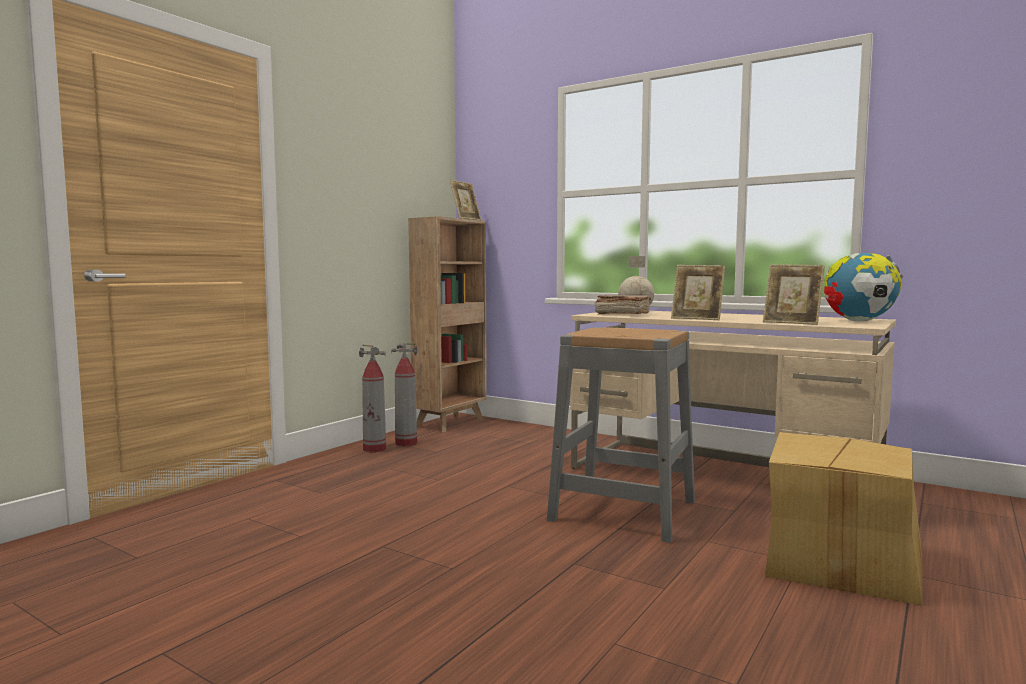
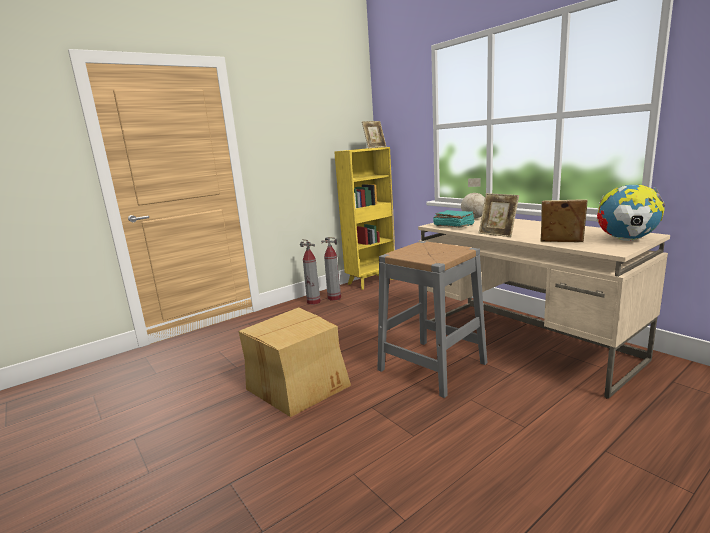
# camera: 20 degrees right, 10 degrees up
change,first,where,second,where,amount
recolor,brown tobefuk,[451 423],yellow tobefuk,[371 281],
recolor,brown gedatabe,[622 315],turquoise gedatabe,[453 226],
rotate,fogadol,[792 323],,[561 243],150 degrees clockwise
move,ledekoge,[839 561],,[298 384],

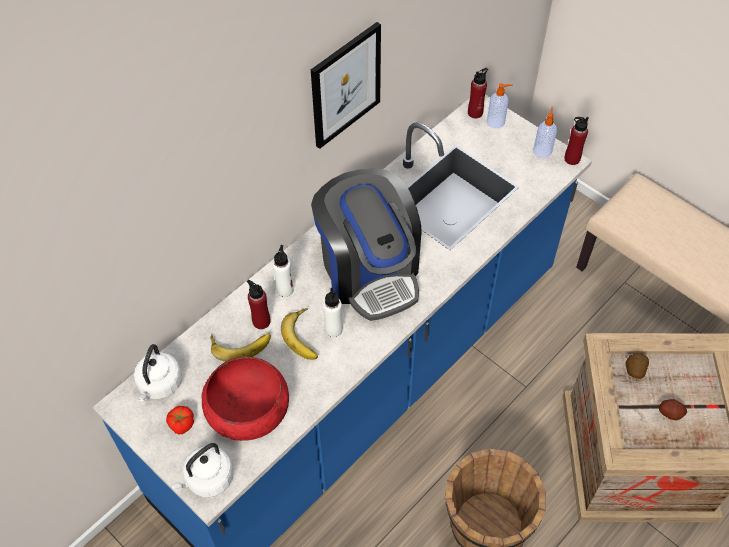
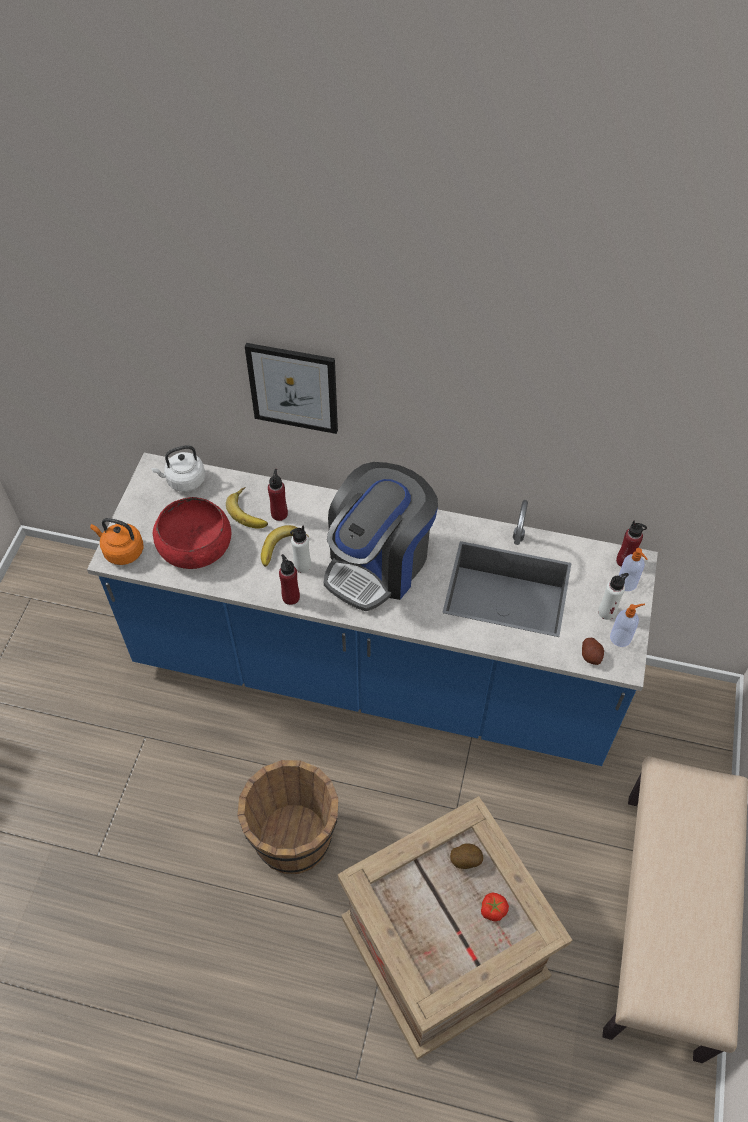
# camera: 60 degrees right, 0 degrees up
change,first,where,second,where,amount
move,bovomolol,[181 424],,[493 909],
recolor,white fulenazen,[207 479],orange fulenazen,[122 551],
move,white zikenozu,[285 289],,[607 612],
move,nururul,[345 85],,[293 388],
move,red zikenozu,[572 159],,[291 597],
move,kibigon,[670 413],,[591 656],

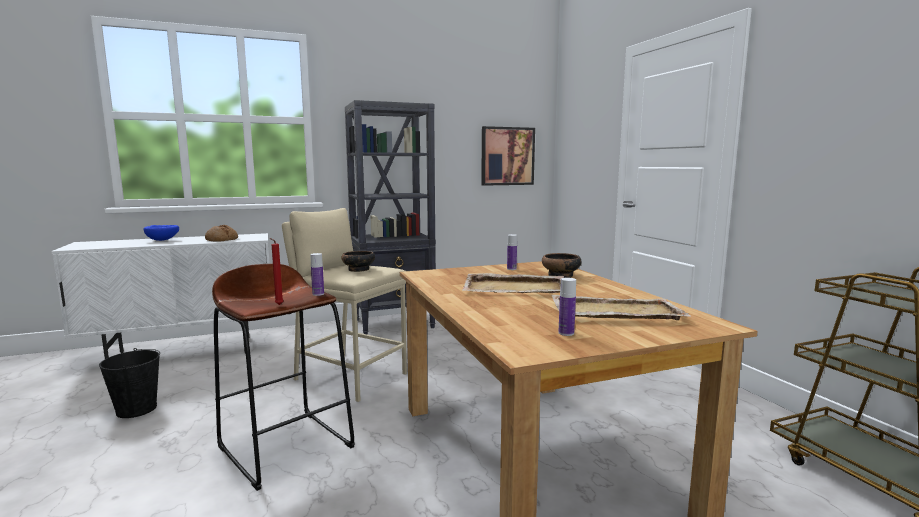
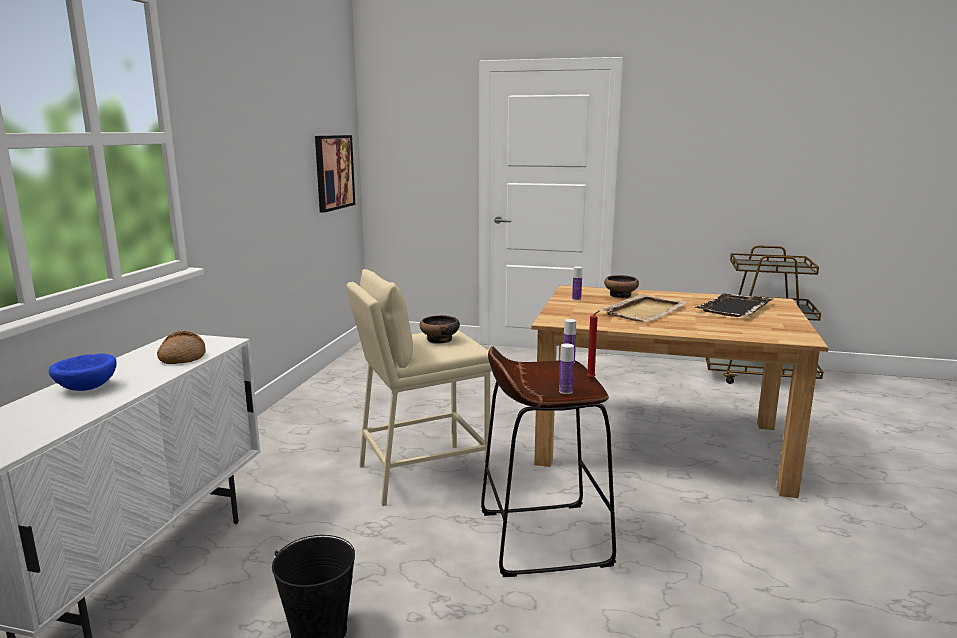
# camera: 55 degrees left, 5 degrees up
change,first,where,second,where,amount
delete,black tobefuk,[394 323],,,
recolor,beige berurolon,[614 311],black berurolon,[734 308],
move,zikenozu,[566 333],,[565 391],

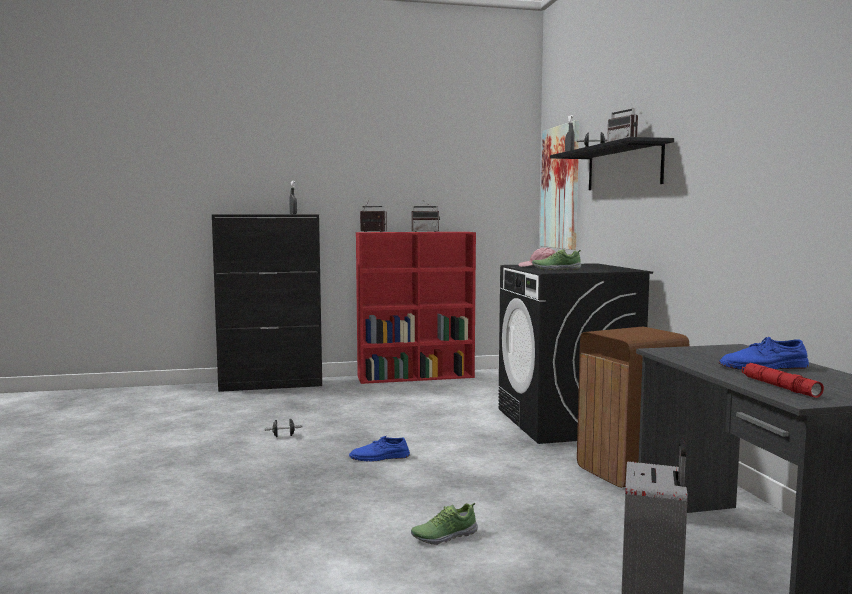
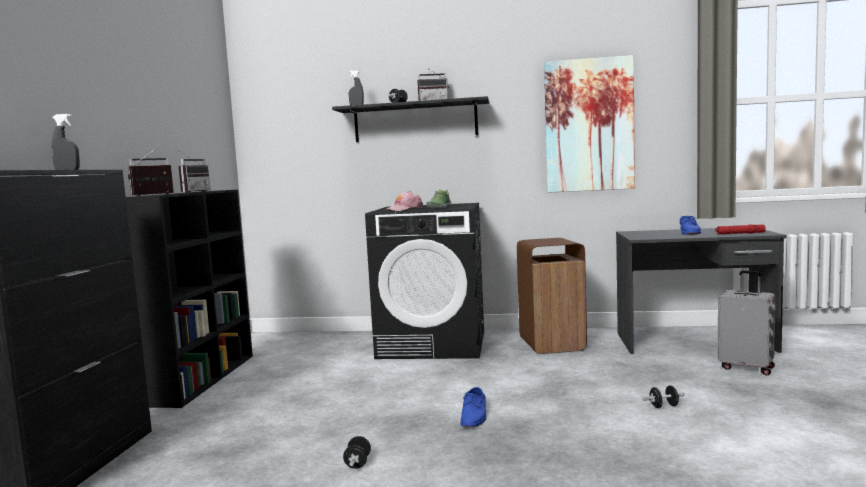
# camera: 70 degrees left, 0 degrees up
change,first,where,second,where,amount
recolor,red tobefuk,[417 377],black tobefuk,[204 378],
replace,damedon,[444 535],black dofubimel,[664 406],
move,nururul,[560 187],,[589 125],

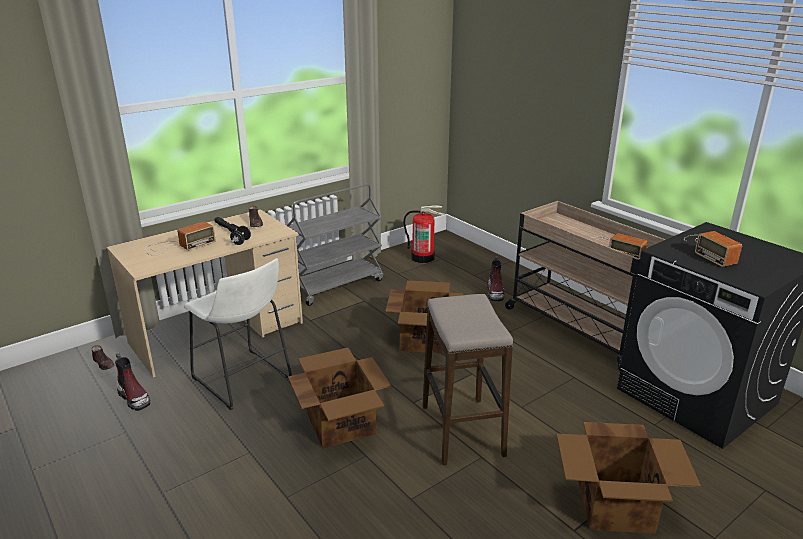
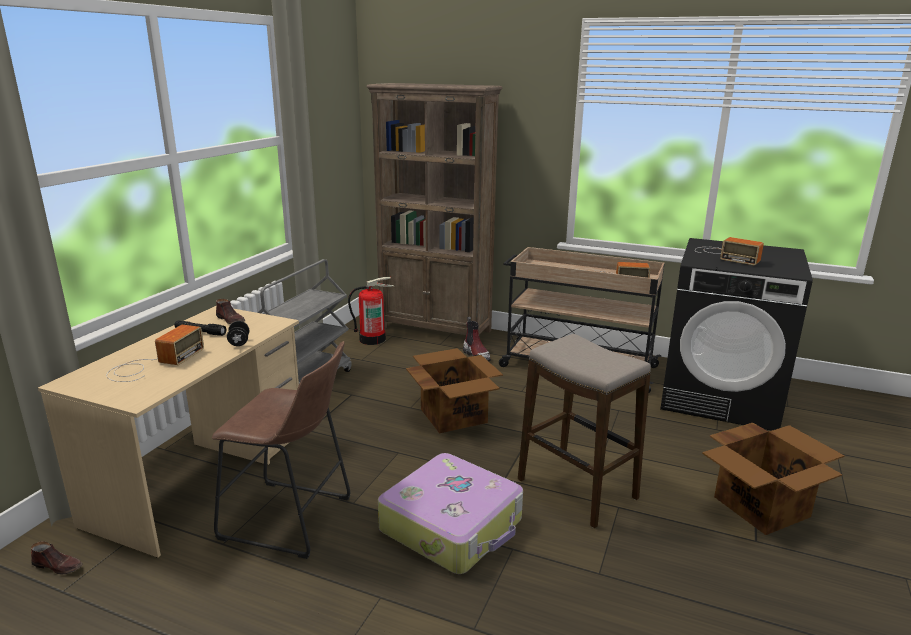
# camera: 30 degrees left, 5 degrees down
change,first,where,second,where,amount
delete,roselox,[134 398],,,
recolor,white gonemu,[244 381],brown gonemu,[292 520],
replace,ledekoge,[341 423],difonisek,[453 525],
insert,,,brown tobefuk,[435 329],

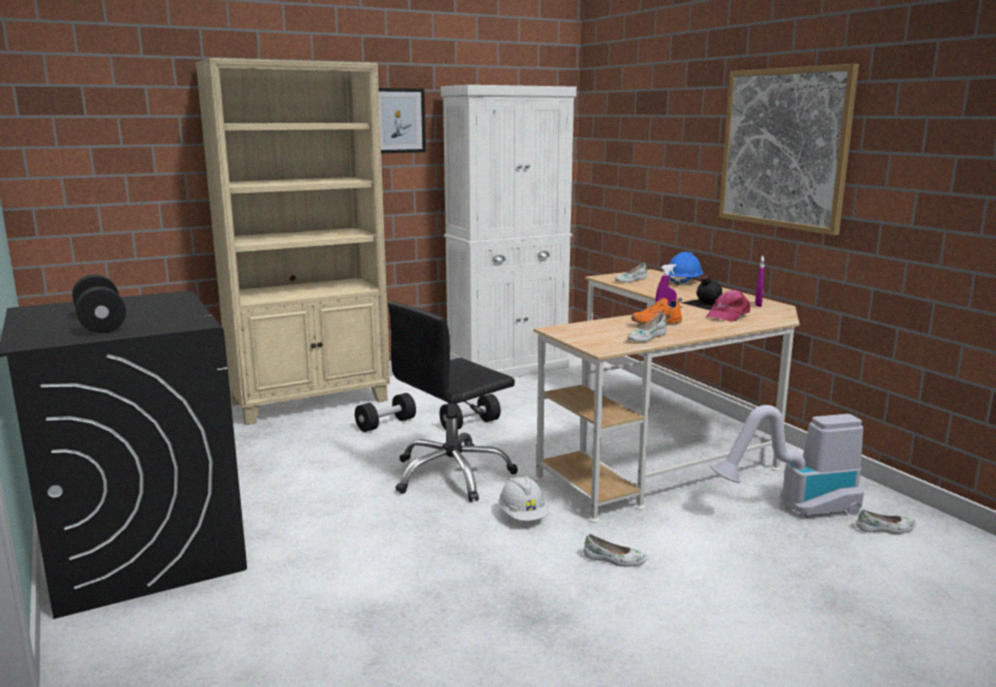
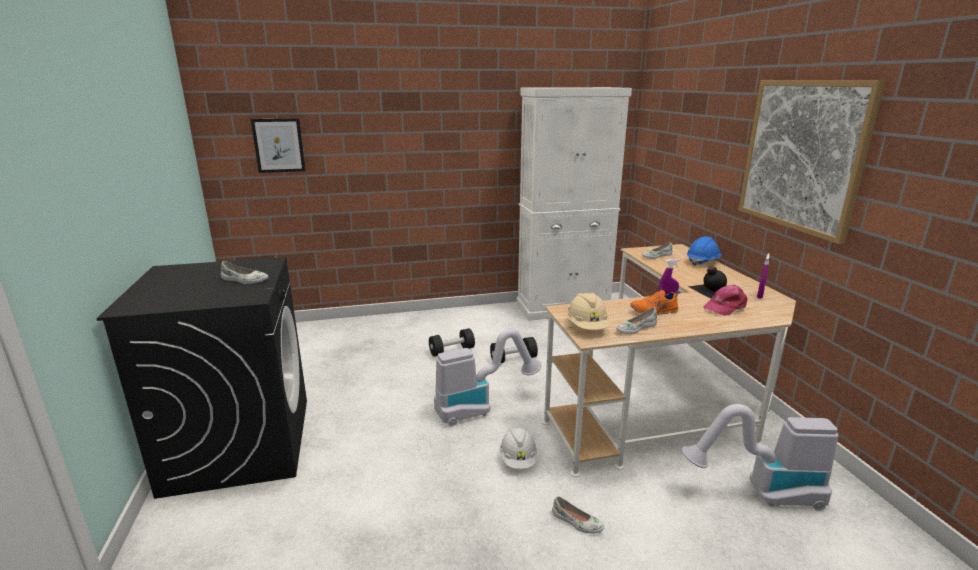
# camera: 15 degrees right, 5 degrees up
change,first,where,second,where,amount
delete,black dofubimel,[101 323],,,
delete,beige tobefuk,[311 402],,,
move,nururul,[399 120],,[279 145],
replace,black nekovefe,[452 475],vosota,[480 407],
move,white damedon,[886 529],,[244 280],
insert,,,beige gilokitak,[587 327],

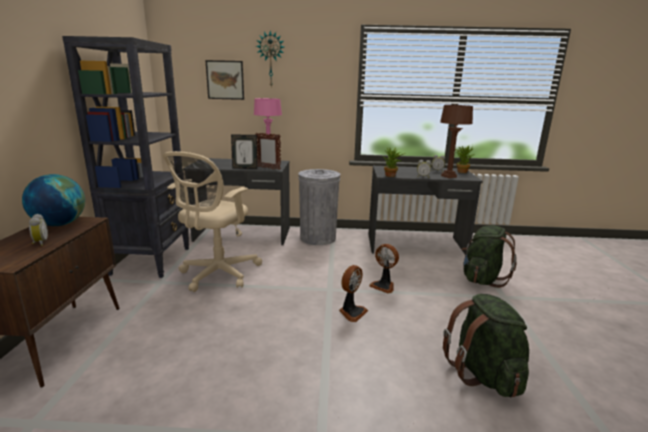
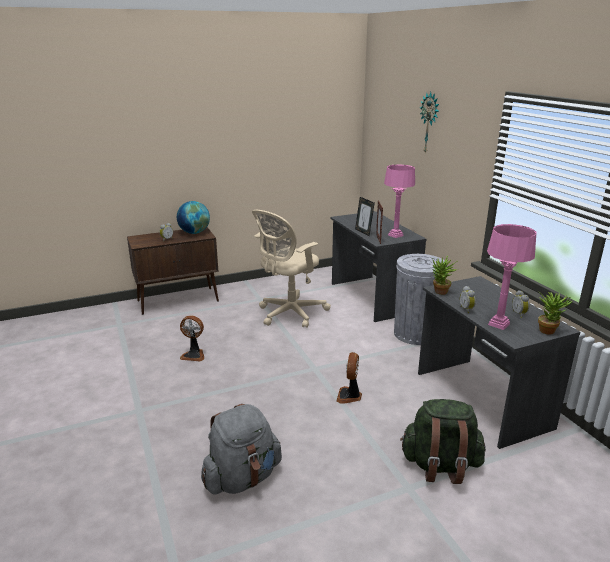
# camera: 65 degrees right, 5 degrees up
change,first,where,second,where,amount
delete,black tobefuk,[152 260],,,
rotate,beige nekovefe,[217 275],,[289 314],45 degrees counterclockwise
delete,nururul,[225 80],,,
move,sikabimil,[351 312],,[194 355],
recolor,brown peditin,[449 176],pink peditin,[498 324],
recolor,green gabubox,[484 373],grey gabubox,[242 478],

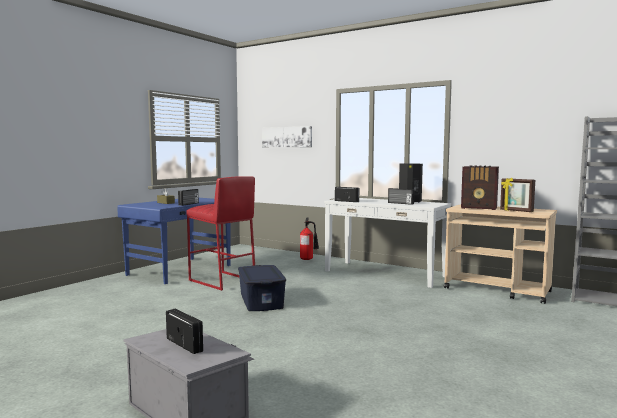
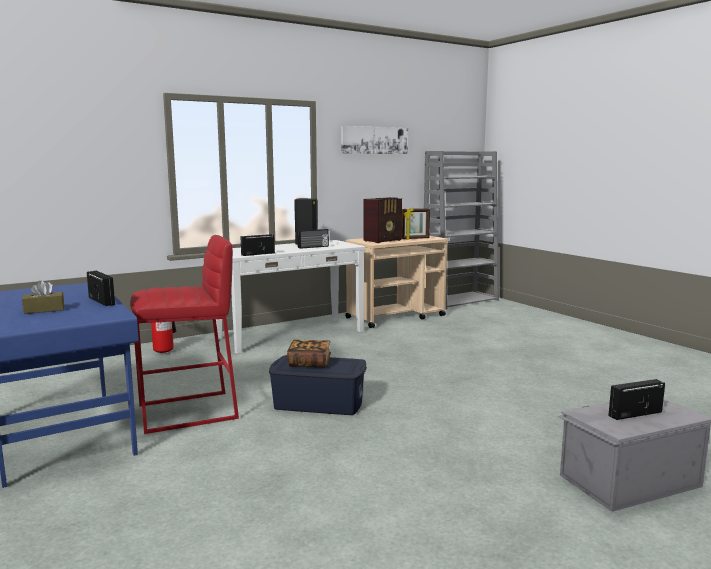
# camera: 65 degrees left, 5 degrees up
change,first,where,second,where,amount
move,nururul,[287 137],,[374 140],
insert,,,gedatabe,[309 363],

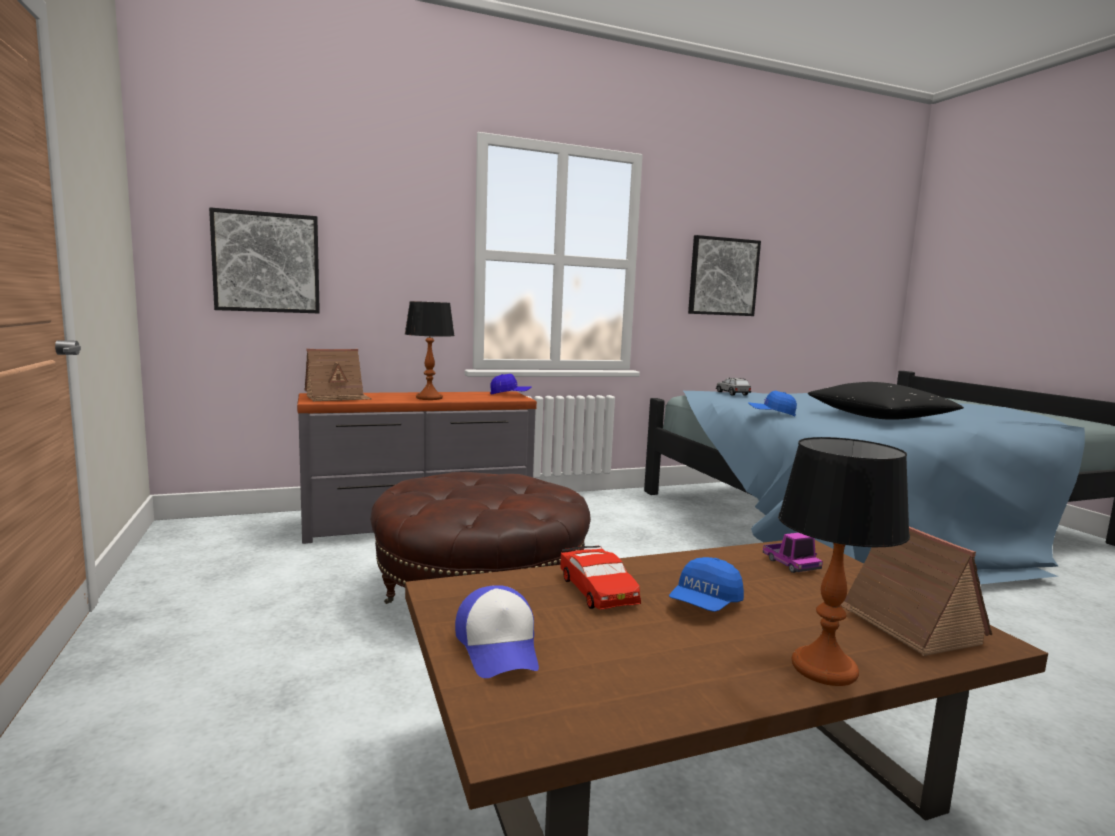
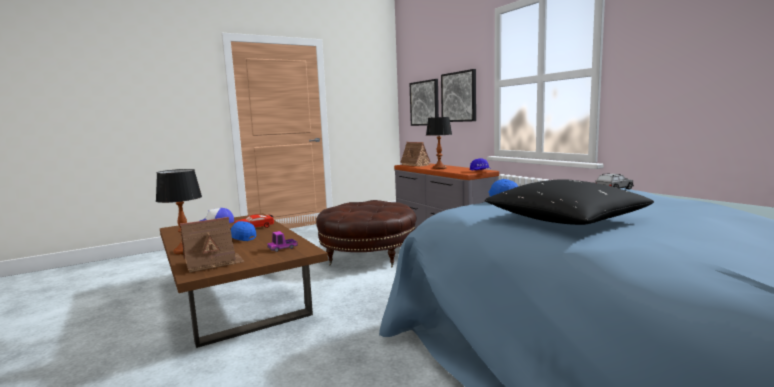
# camera: 80 degrees right, 0 degrees up
change,first,where,second,where,amount
move,nururul,[723 277],,[459 97],

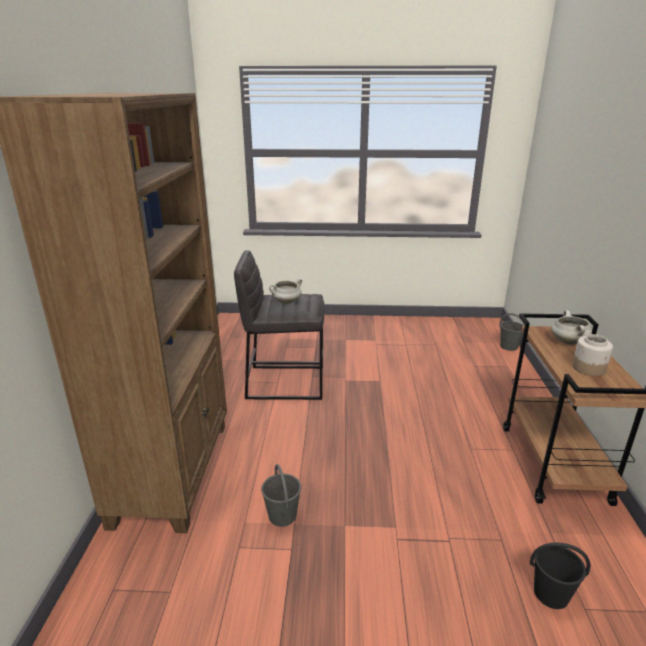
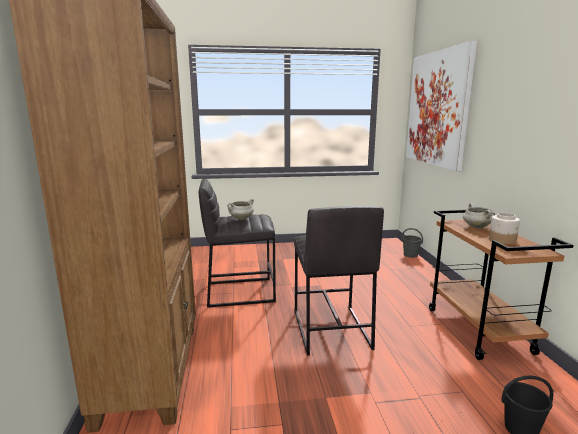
# camera: 10 degrees left, 10 degrees down
change,first,where,second,where,amount
delete,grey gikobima,[282 516],,,
insert,,,grey gonemu,[330 330],
insert,,,nururul,[437 109],

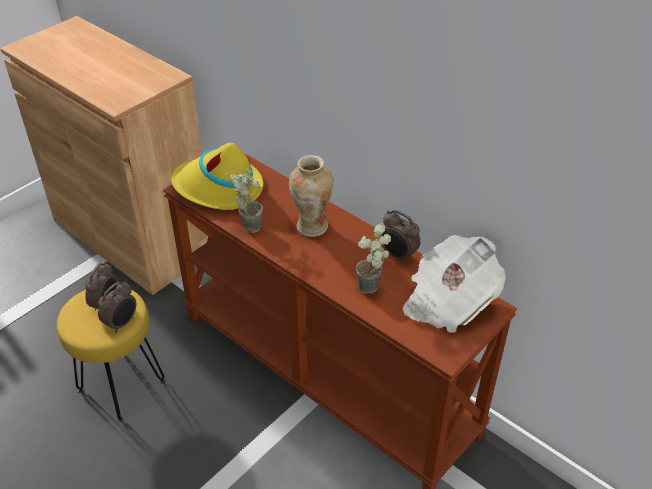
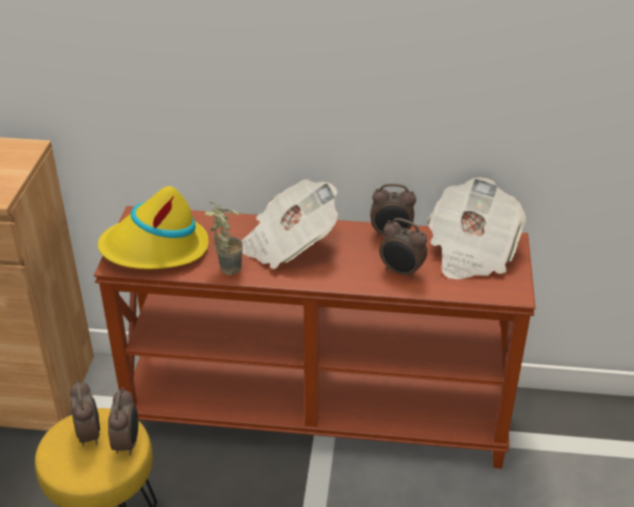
# camera: 35 degrees left, 5 degrees down
change,first,where,second,where,amount
replace,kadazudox,[311 227],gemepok,[288 244],
replace,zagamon,[372 291],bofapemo,[401 272],

